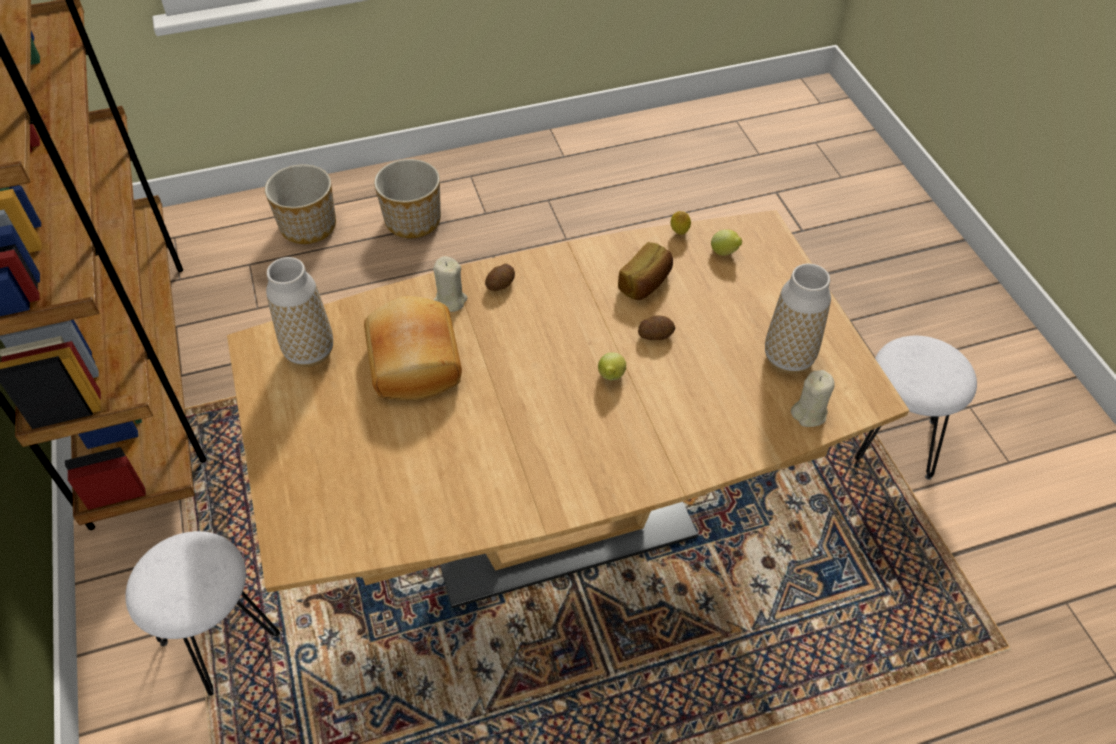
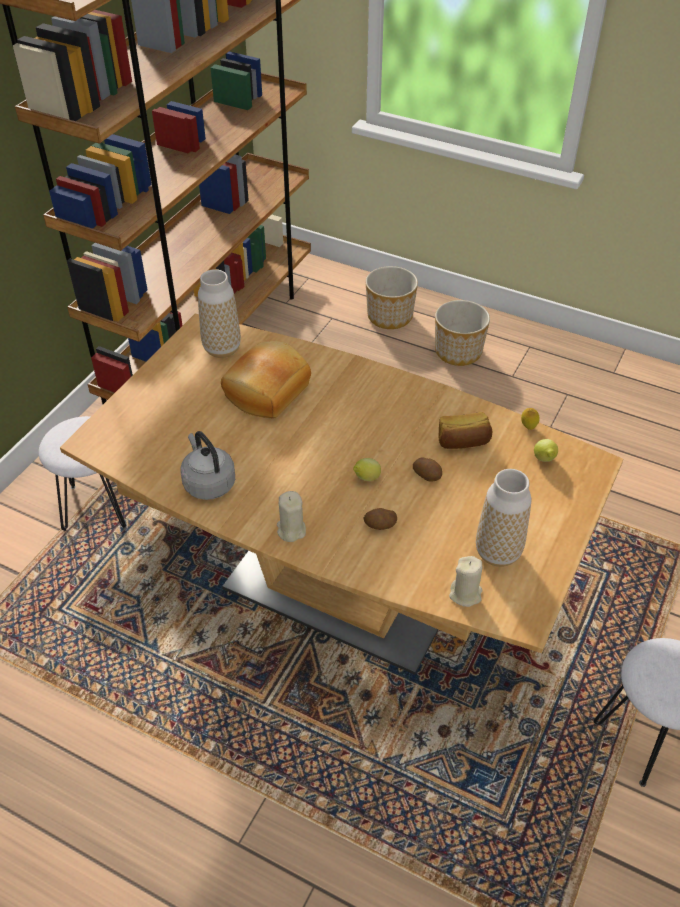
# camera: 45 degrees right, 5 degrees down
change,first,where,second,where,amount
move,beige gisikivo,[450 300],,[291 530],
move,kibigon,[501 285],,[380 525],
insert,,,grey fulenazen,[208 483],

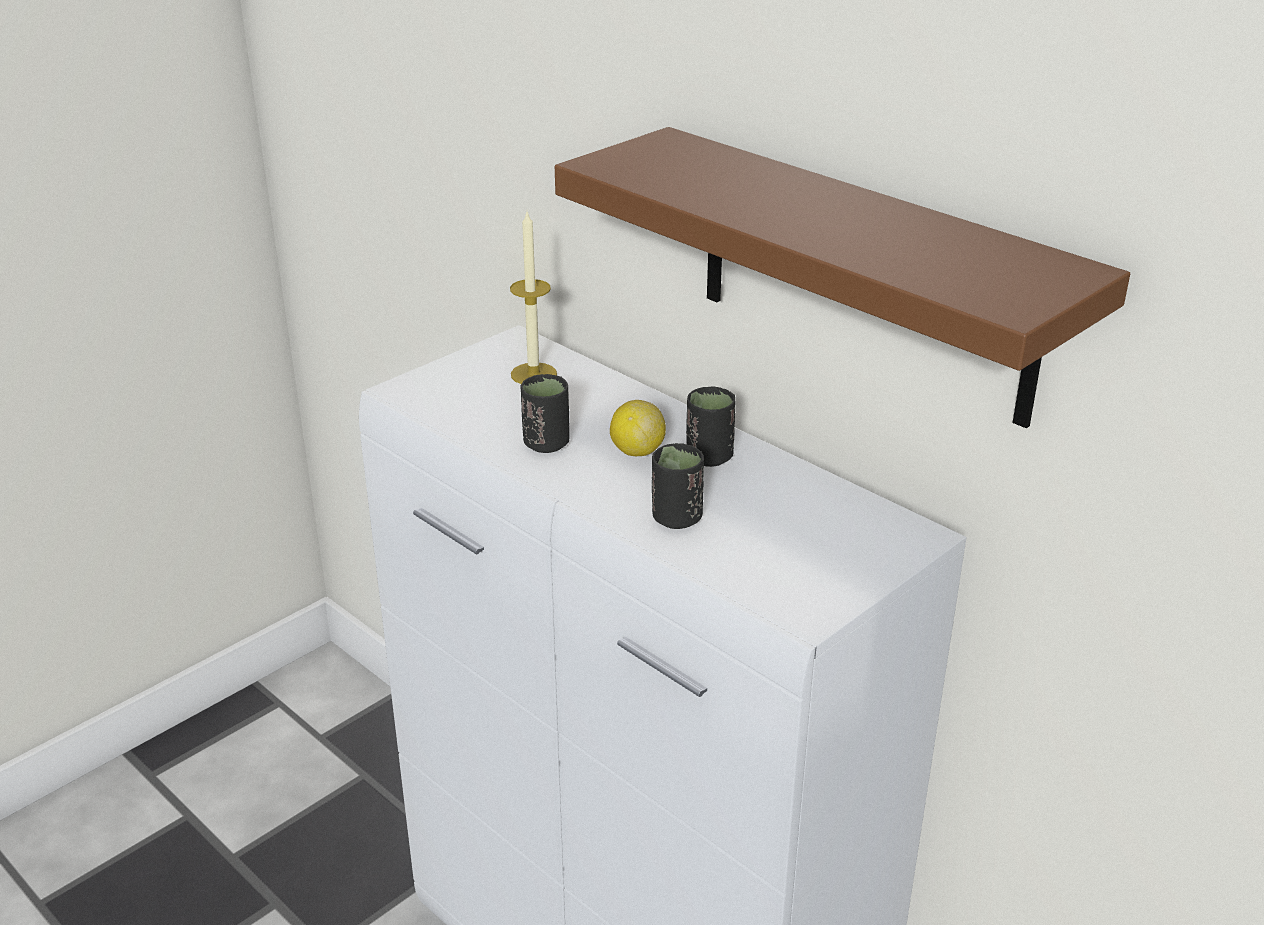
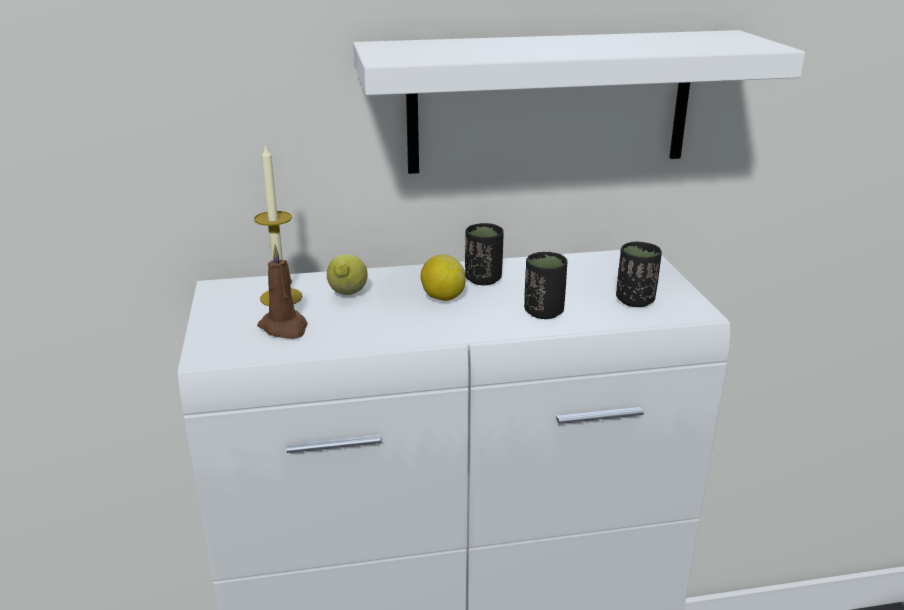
# camera: 55 degrees left, 5 degrees down
change,first,where,second,where,amount
move,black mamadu,[546 444],,[635 300],
recolor,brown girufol,[864 275],white girufol,[550 102],
insert,,,brown gisikivo,[284 328],
insert,,,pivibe,[347 295],

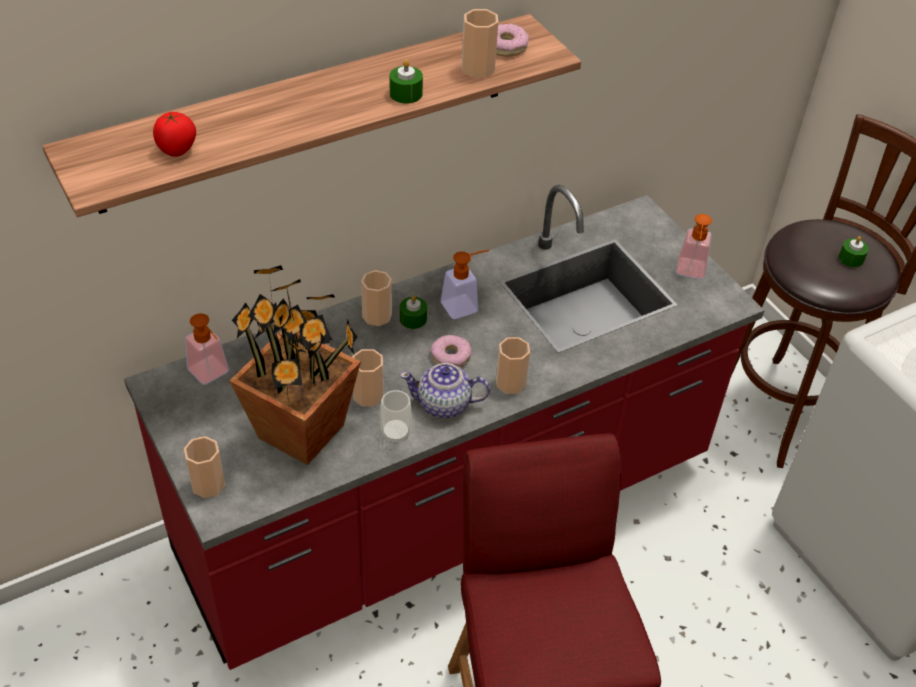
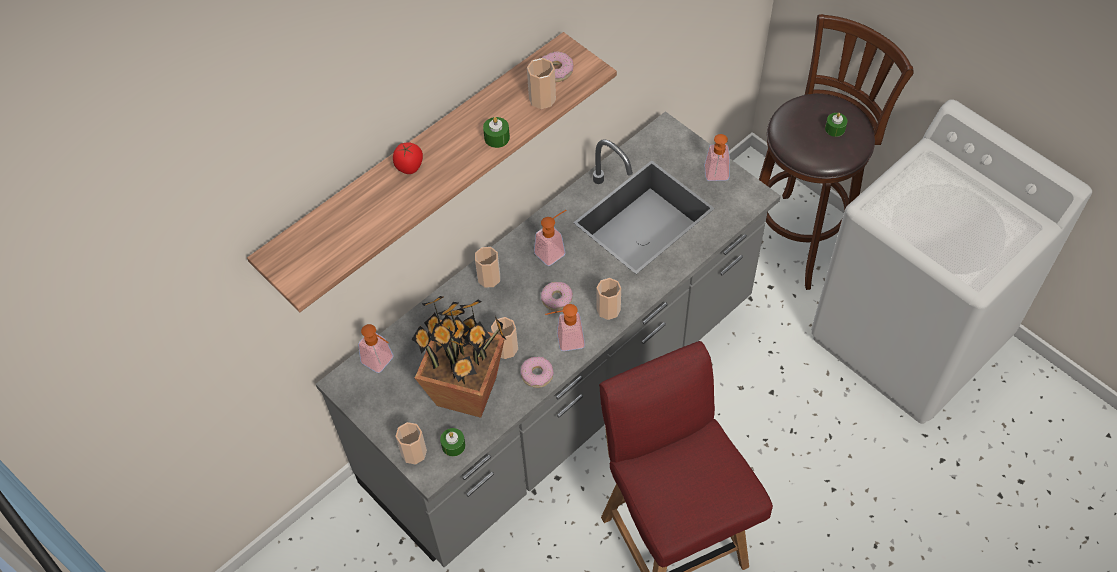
# camera: 10 degrees left, 10 degrees up
change,first,where,second,where,amount
recolor,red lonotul,[448 510],grey lonotul,[563 393],
move,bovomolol,[177 150],,[410 167],
replace,mamadu,[395 434],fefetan,[537 375],
move,green gisikivo,[413 319],,[453 445],
replace,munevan,[444 404],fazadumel,[565 341],

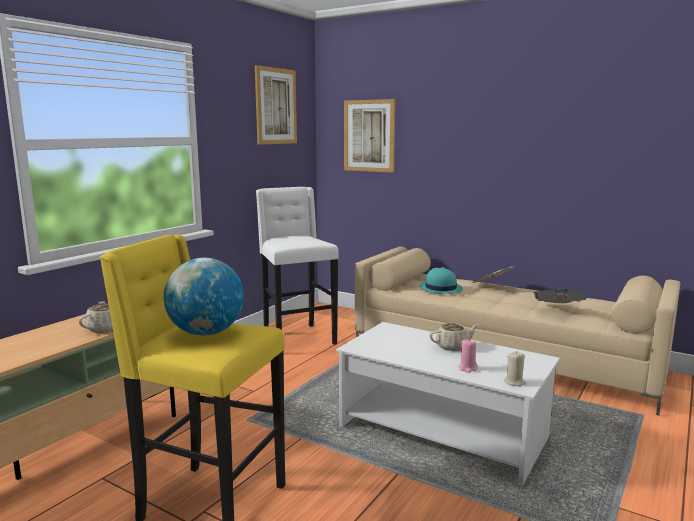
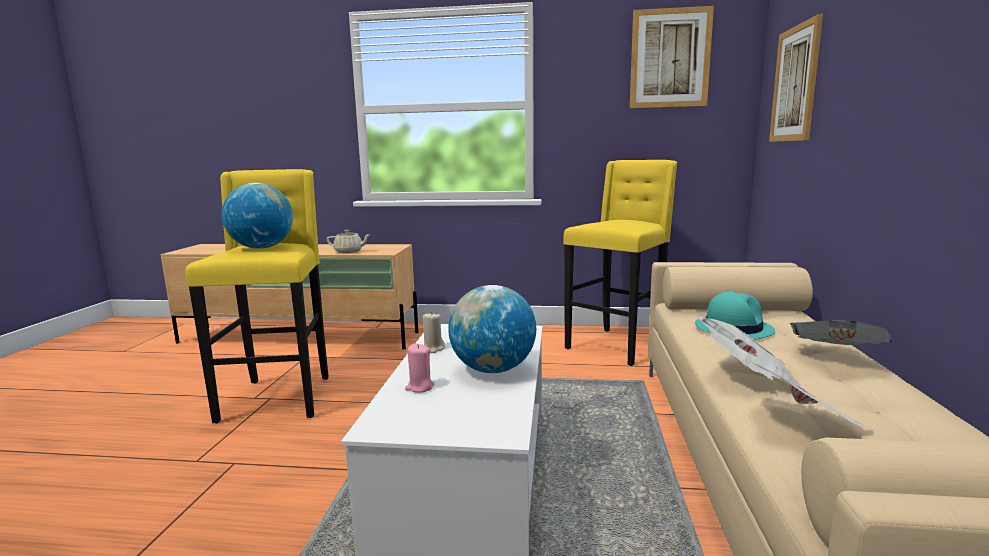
# camera: 65 degrees right, 0 degrees up
change,first,where,second,where,amount
recolor,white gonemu,[297 338],yellow gonemu,[617 345],
replace,beige munevan,[453 346],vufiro,[492 369],
move,beige gisikivo,[514 382],,[433 348],
insert,,,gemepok,[748 376],

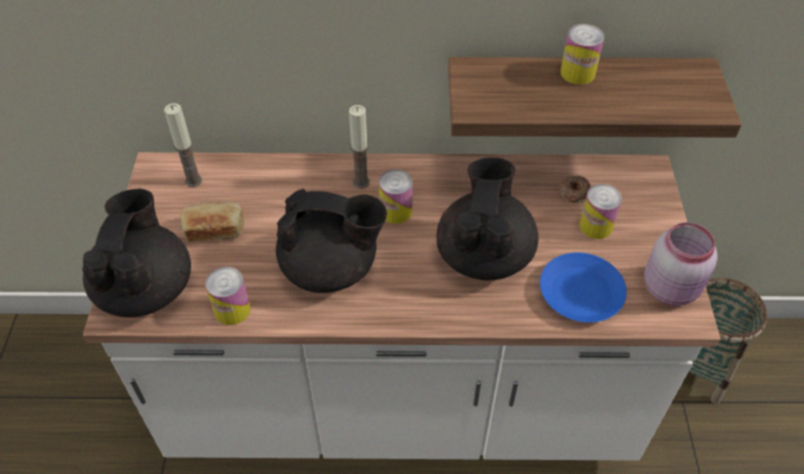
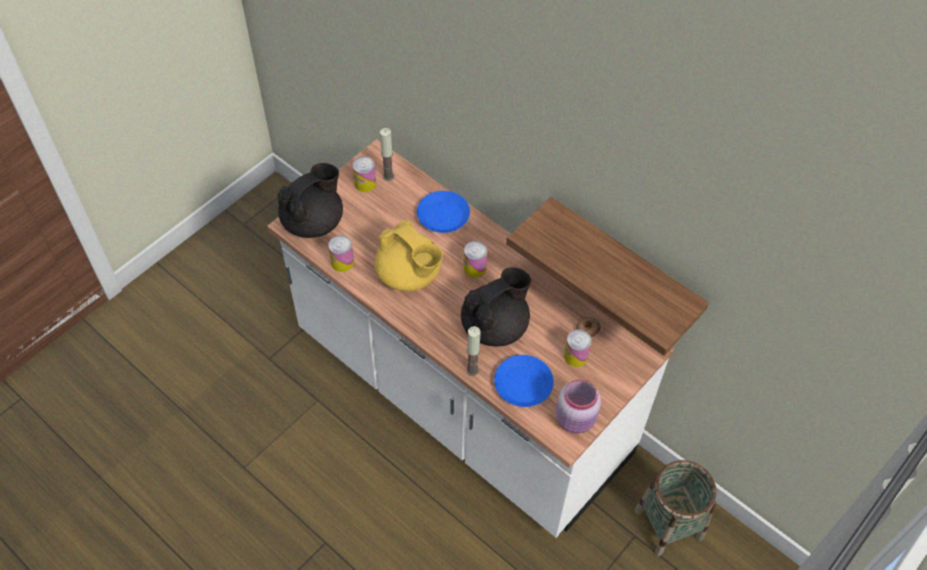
# camera: 40 degrees right, 5 degrees up
change,first,where,second,where,amount
delete,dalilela,[214 229],,,
recolor,black munevan,[331 268],yellow munevan,[409 275],
move,gisikivo,[361 182],,[472 370],
move,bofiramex,[577 73],,[365 183],
insert,,,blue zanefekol,[444 216],

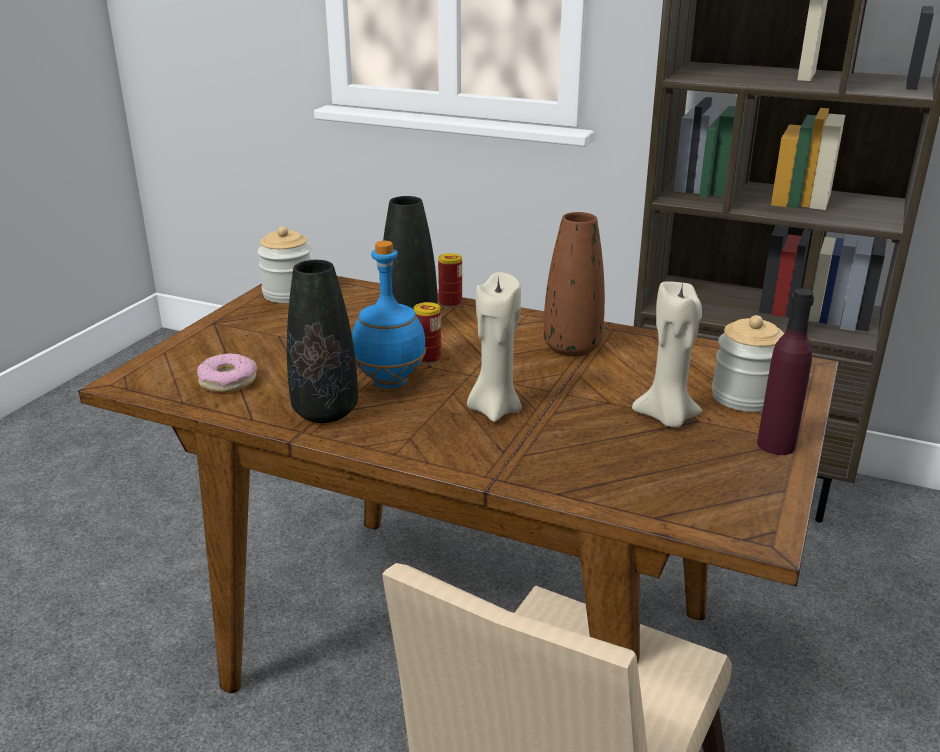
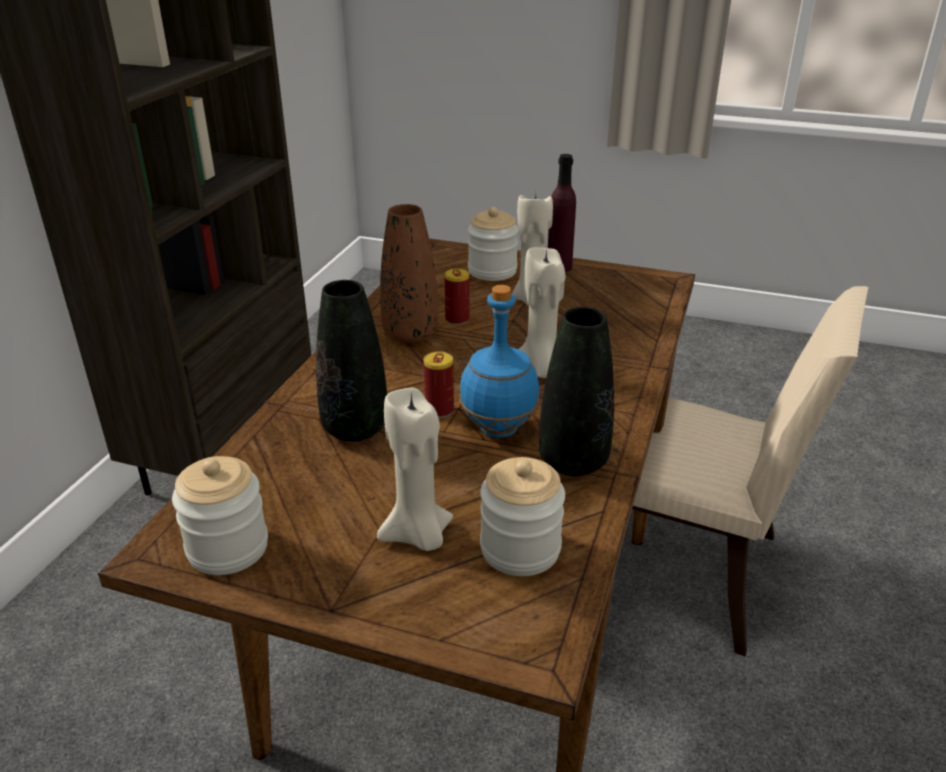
# camera: 95 degrees left, 5 degrees up
change,first,where,second,where,amount
replace,fefetan,[228 381],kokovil,[520 549],
move,bofiramex,[450 303],,[457 319],
insert,,,beige gisikivo,[418 536],

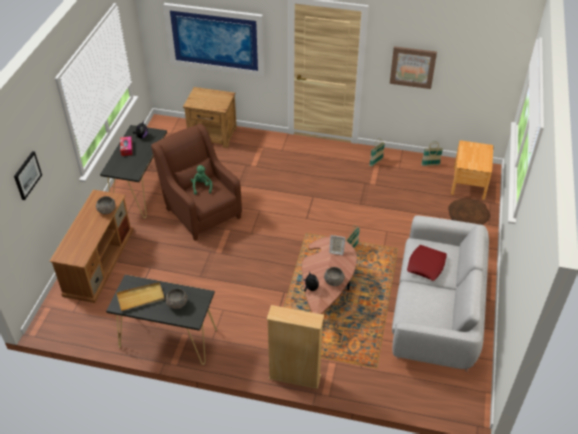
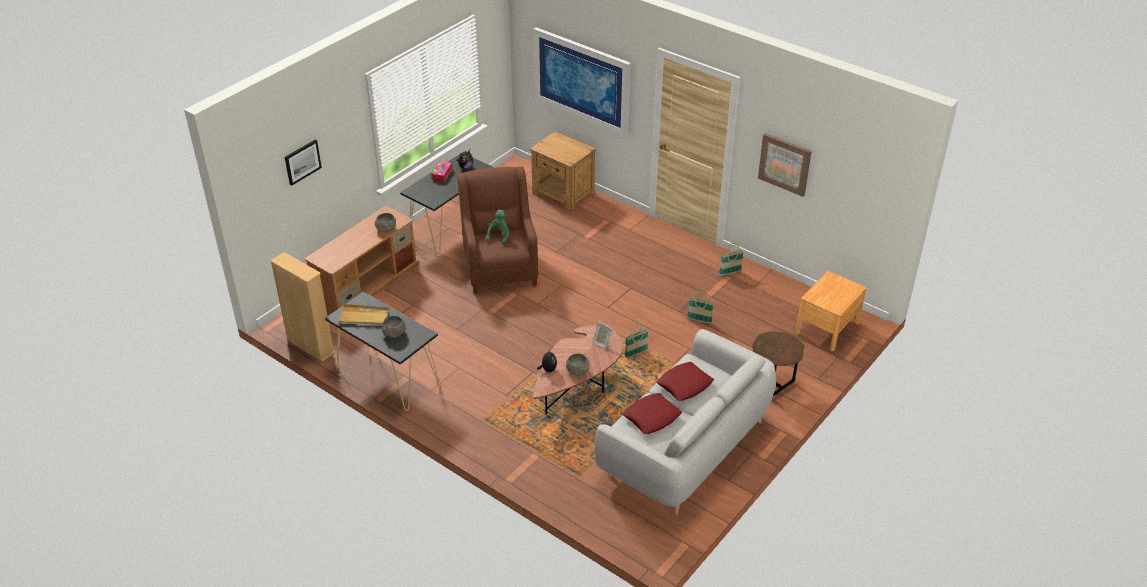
# camera: 25 degrees right, 5 degrees down
change,first,where,second,where,amount
move,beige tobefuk,[294 377],,[310 346],
move,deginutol,[430 164],,[699 320],
insert,,,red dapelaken,[651 417],

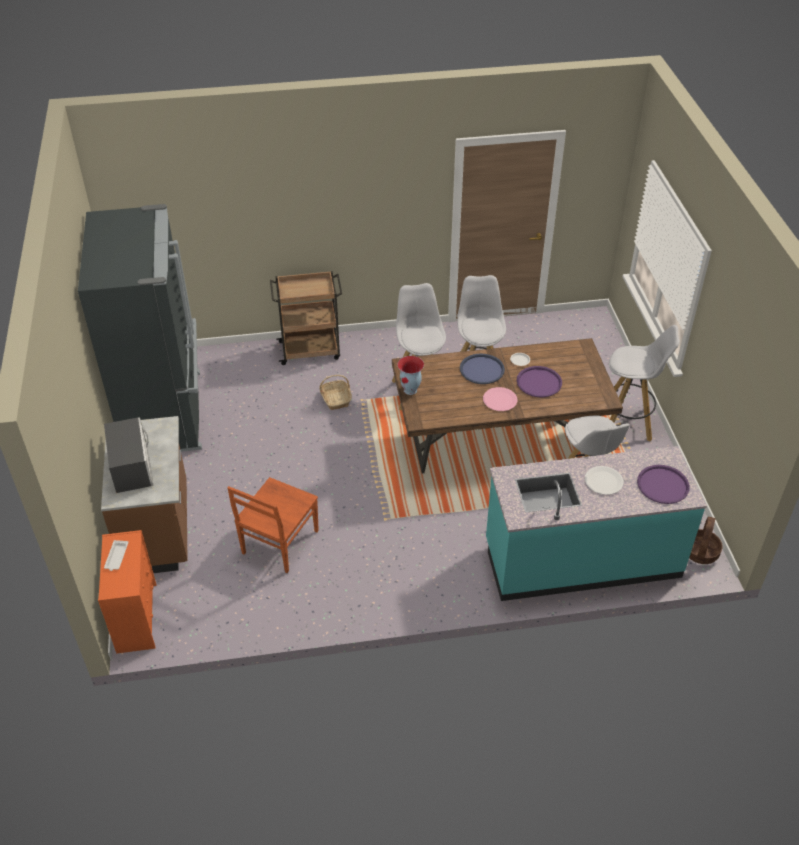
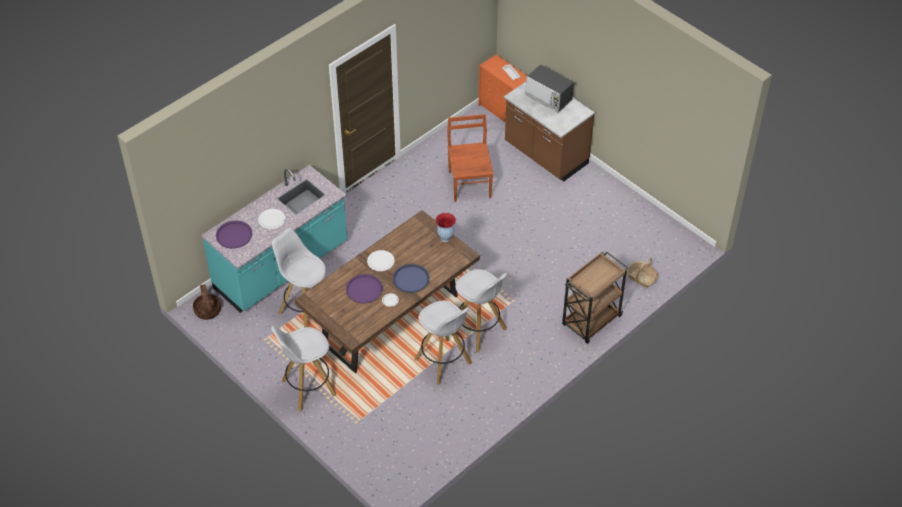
# camera: 145 degrees right, 5 degrees up
change,first,where,second,where,amount
delete,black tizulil,[165 413],,,
move,deginutol,[336 399],,[641 278],
recolor,pink zanefekol,[500 400],white zanefekol,[380 261],

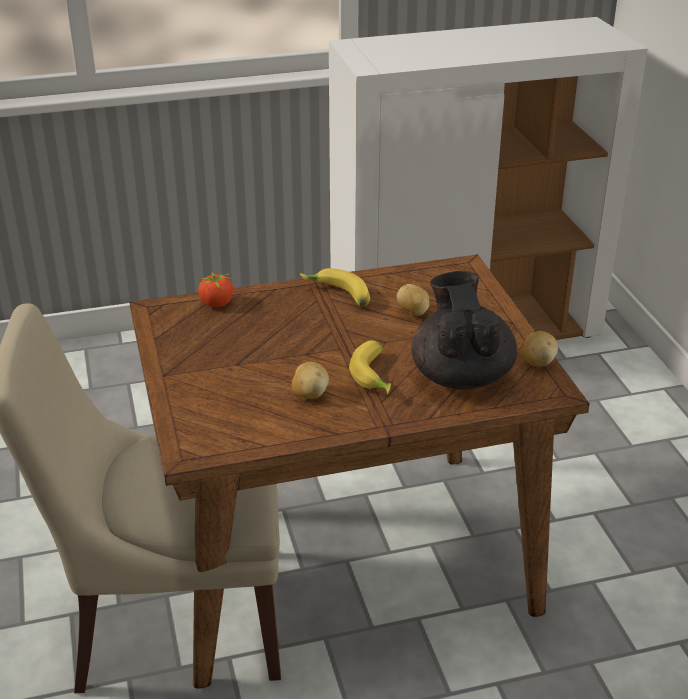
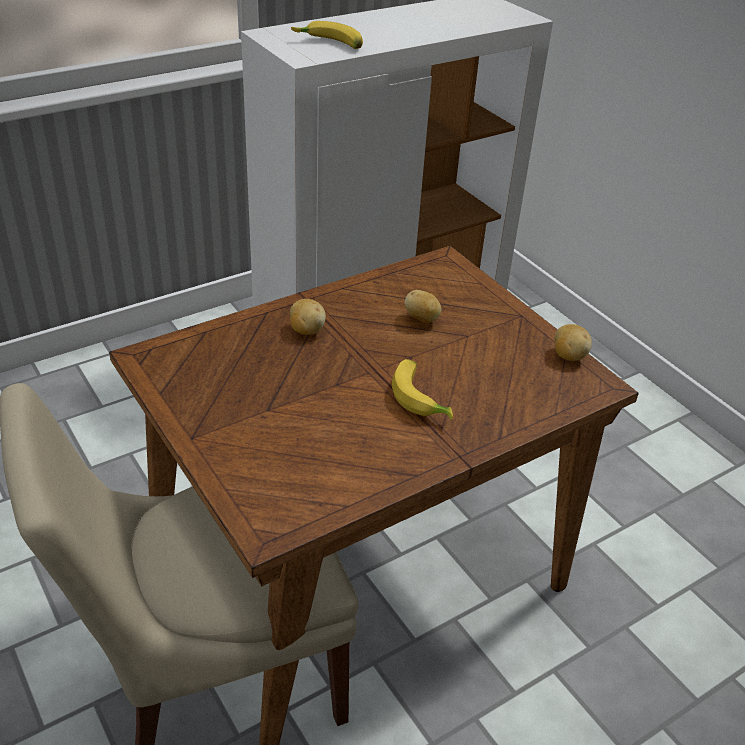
# camera: 20 degrees left, 5 degrees up
change,first,where,second,where,amount
delete,bovomolol,[216 303],,,
move,kibigon,[310 394],,[306 330],
move,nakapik,[337 296],,[329 44],
delete,black munevan,[461 375],,,

